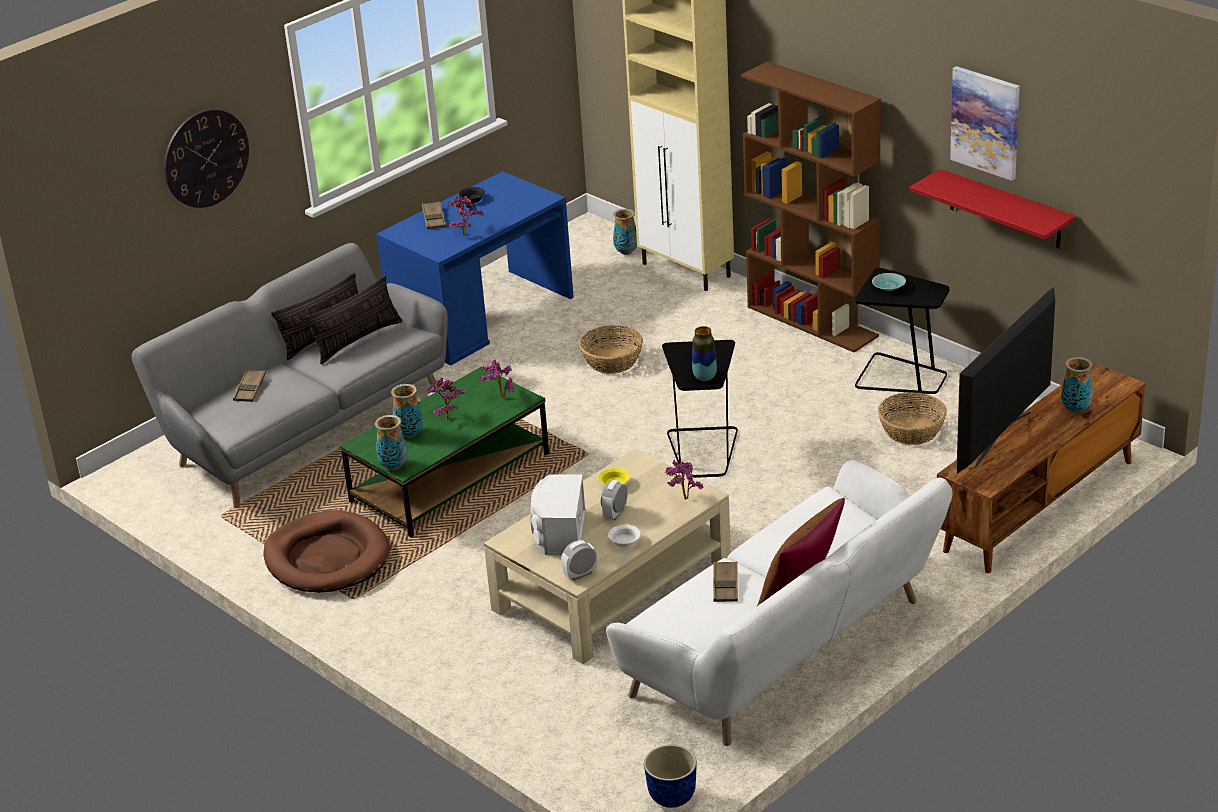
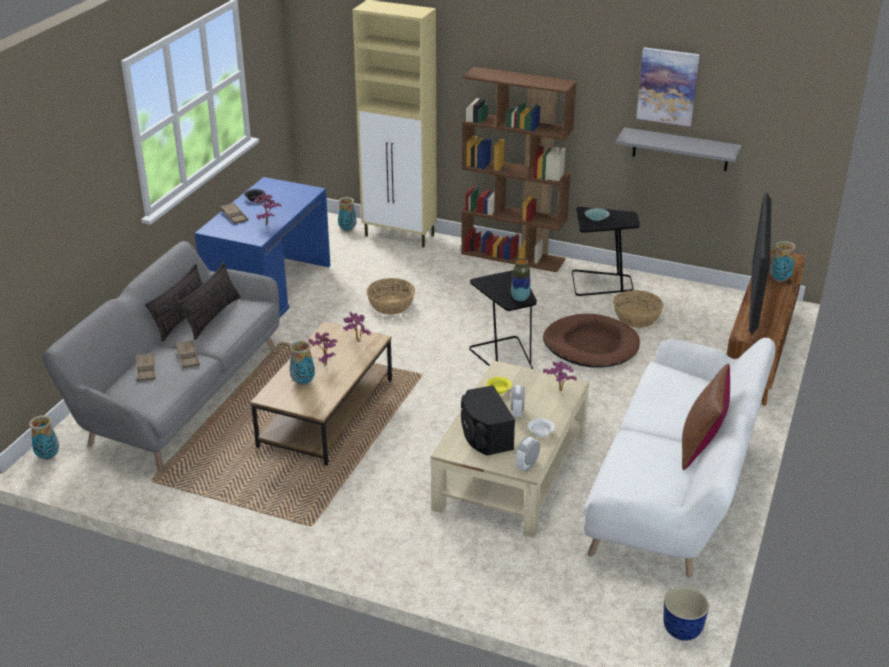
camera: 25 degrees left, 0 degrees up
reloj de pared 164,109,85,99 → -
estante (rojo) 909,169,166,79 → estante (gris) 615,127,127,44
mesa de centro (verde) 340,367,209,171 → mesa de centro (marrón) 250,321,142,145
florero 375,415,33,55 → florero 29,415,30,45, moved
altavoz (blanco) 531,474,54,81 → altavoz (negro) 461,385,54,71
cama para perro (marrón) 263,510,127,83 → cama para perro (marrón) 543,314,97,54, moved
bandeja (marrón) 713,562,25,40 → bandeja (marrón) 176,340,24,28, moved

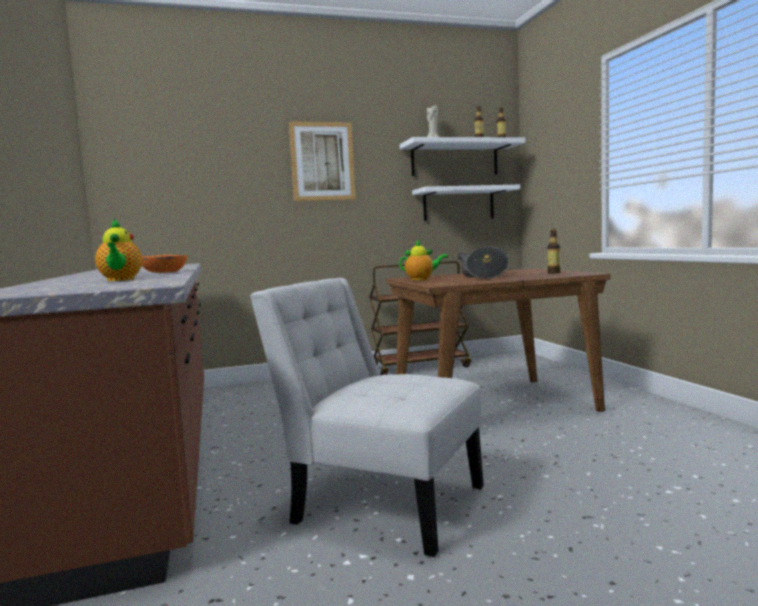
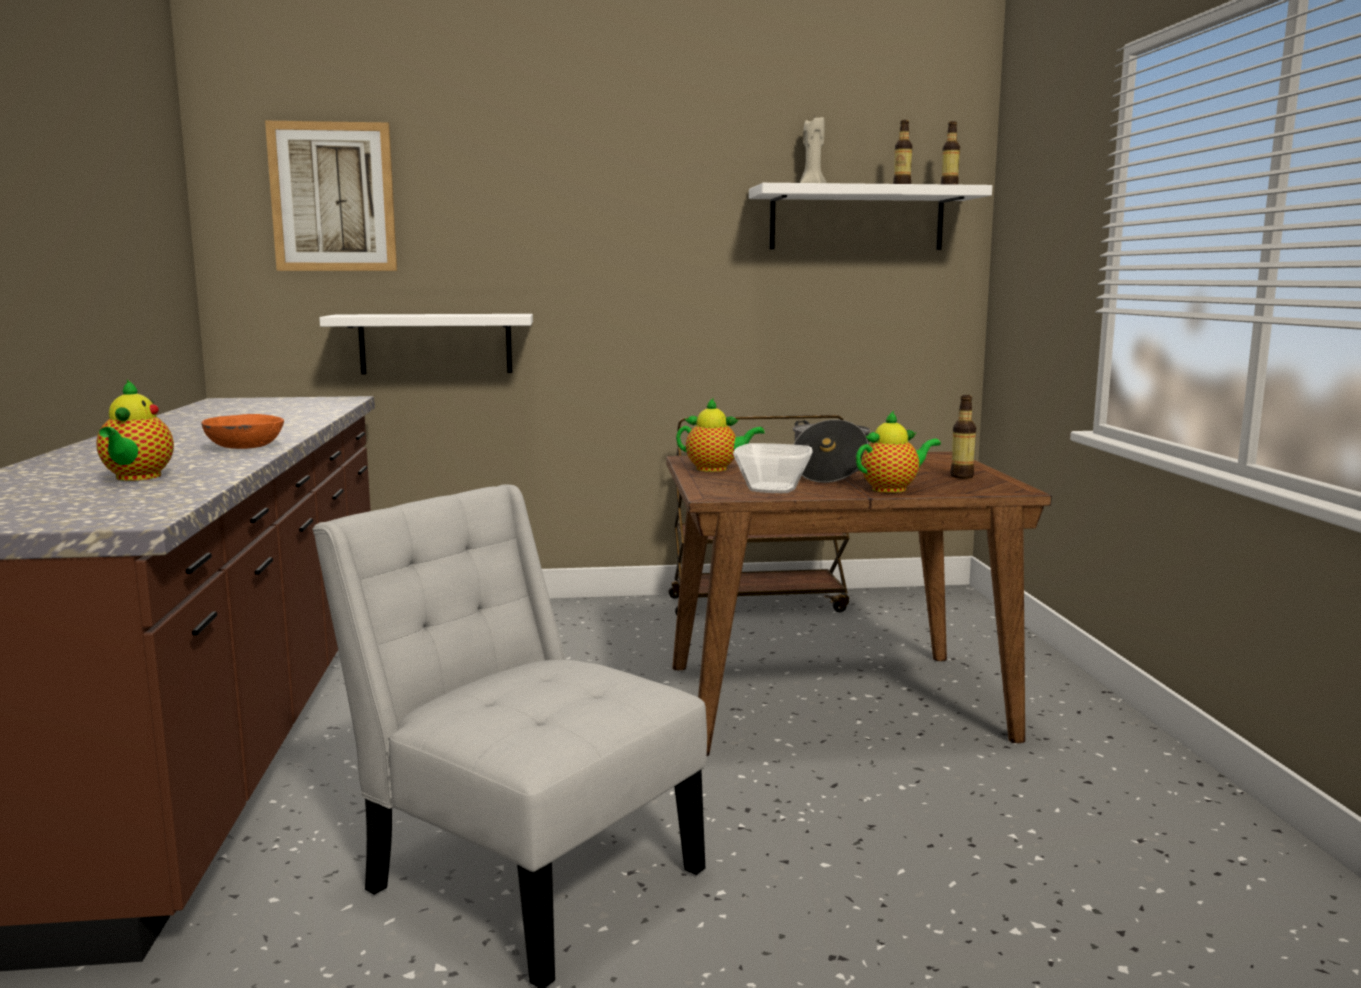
camera: 10 degrees right, 5 degrees up
cuadro 289,121,67,80 → cuadro 265,121,132,150, moved
estante (blanco) 412,185,108,36 → estante (blanco) 319,314,214,61, moved
- → tetera 856,411,85,82
- → cuenco 733,443,80,50

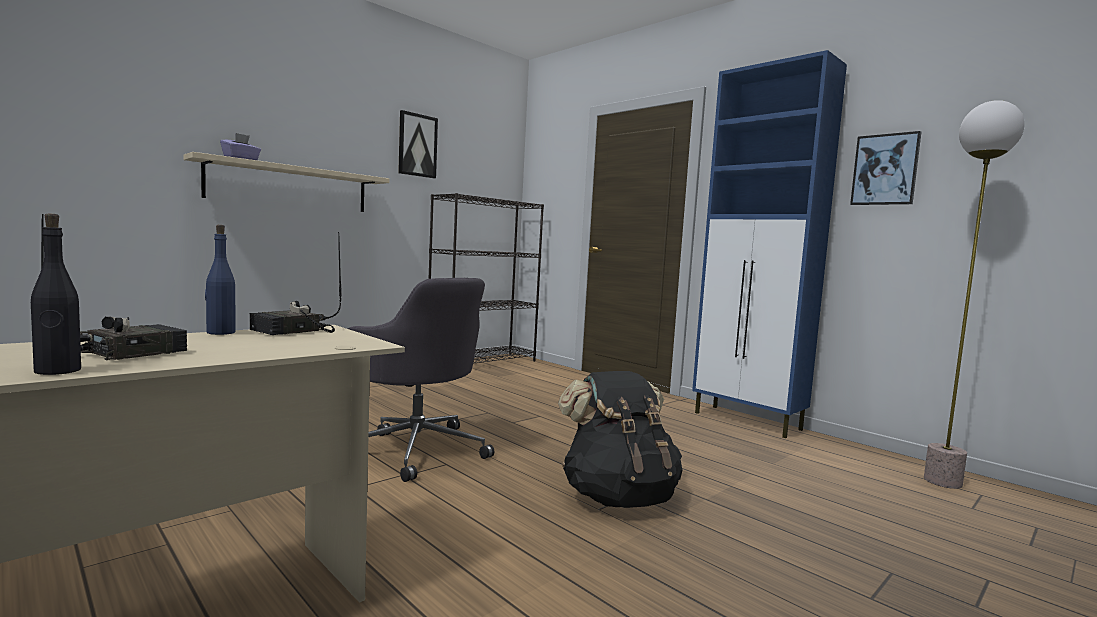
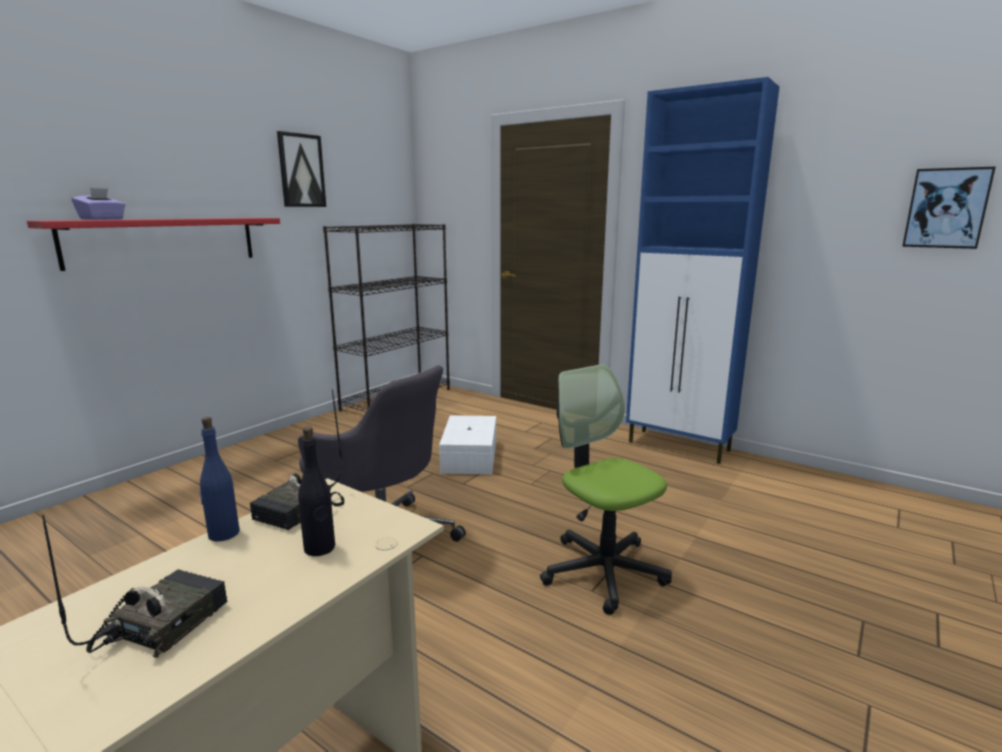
camera: 10 degrees left, 10 degrees up
lámpara de pie 924,100,101,389 → -
cuadro 850,131,71,74 → cuadro 902,167,94,82, moved
estante (beis) 183,152,207,60 → estante (rojo) 27,218,253,53
botella (negro) 31,213,50,162 → botella (negro) 298,427,37,129, moved
mochila (negro) 558,371,124,137 → silla de oficina 540,364,132,251
- → caja de almacenaje (blanco) 439,415,57,59

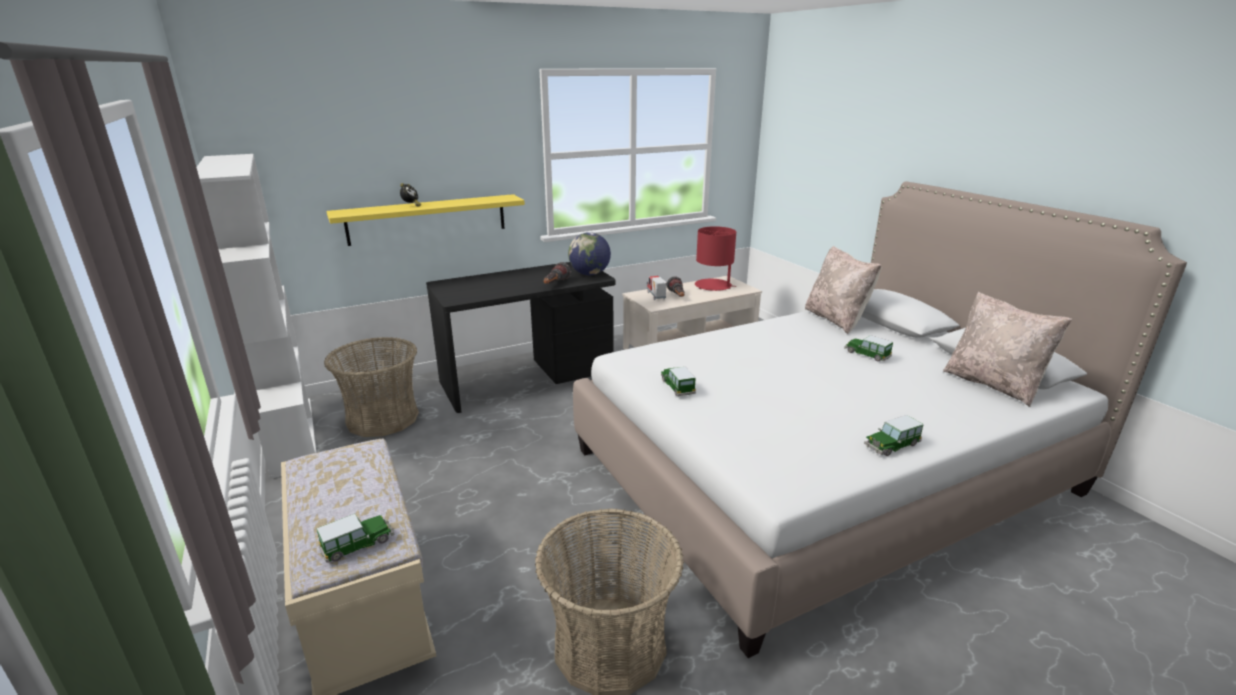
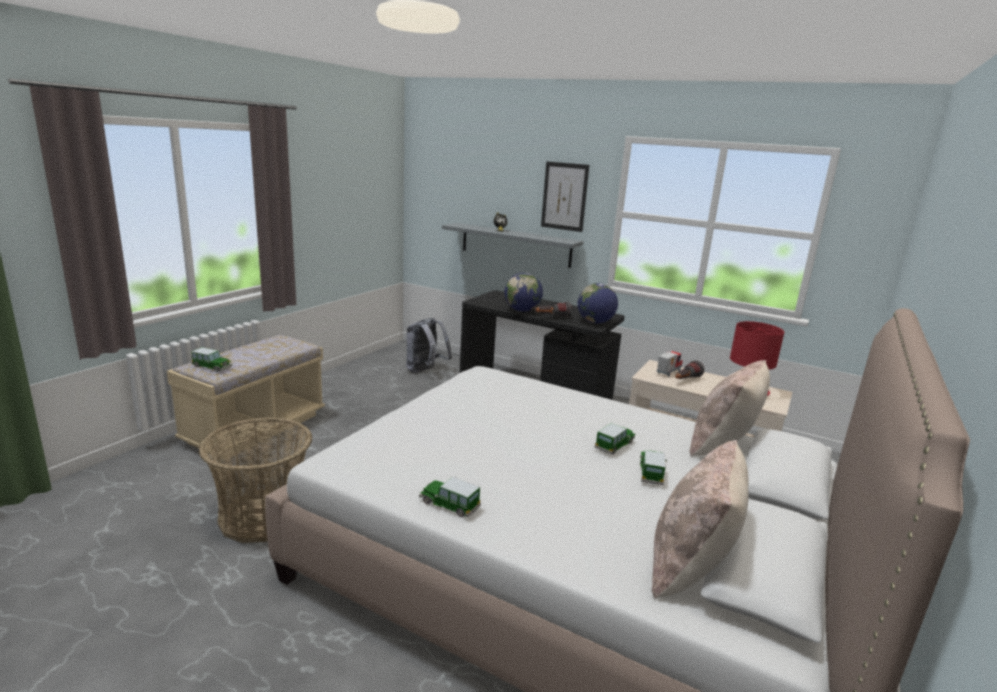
camera: 55 degrees right, 5 degrees down
estantería (blanco) 196,154,121,325 → -
estante (amarillo) 326,194,199,52 → estante (gris) 442,223,142,45
cesta 324,337,95,100 → mochila (gris) 406,318,46,55
coche de juguete 661,367,35,29 → coche de juguete 594,423,41,31, moved
- → cuadro 541,161,48,71
- → globo terráqueo 504,273,39,39

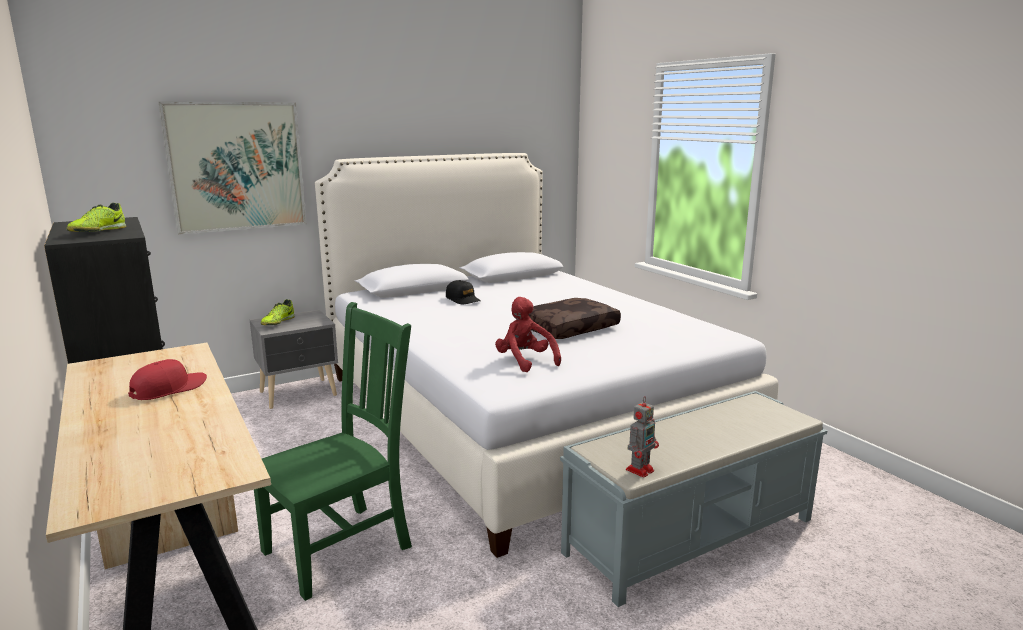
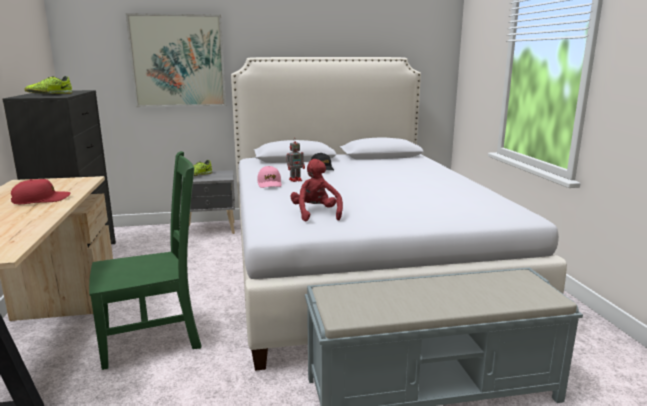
camera: 20 degrees right, 0 degrees up
cojín (marrón) 528,298,93,41 → -
robot de juguete 626,396,33,82 → robot de juguete 287,138,18,44, moved
- → gorra (rosa) 257,166,25,22

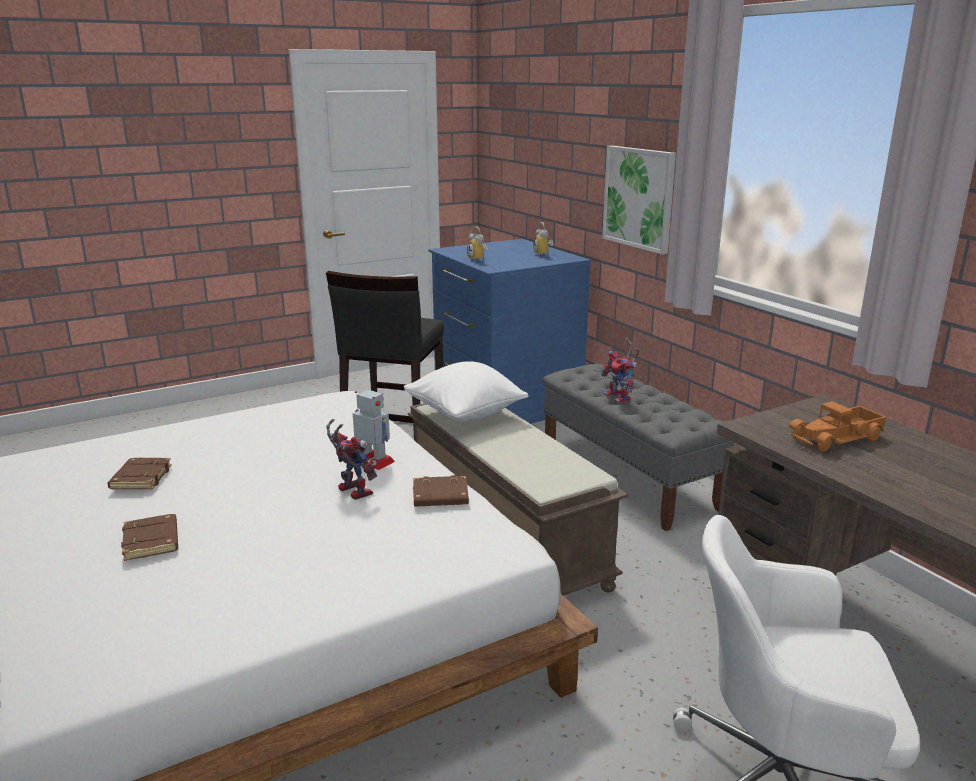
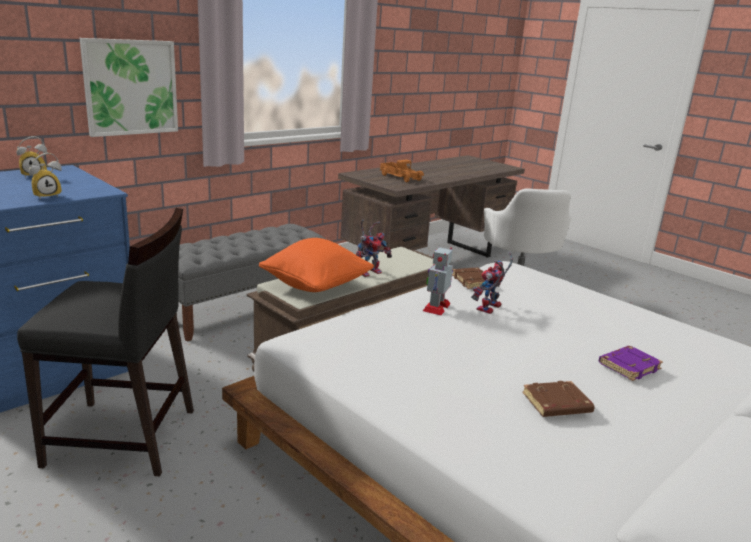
camera: 105 degrees left, 0 degrees up
robot de juguete 601,338,38,65 → robot de juguete 356,220,36,57, moved
cojín (blanco) 404,361,125,60 → cojín (naranja) 259,238,115,54
libro (marrón) 121,514,57,47 → libro (morado) 599,346,64,35

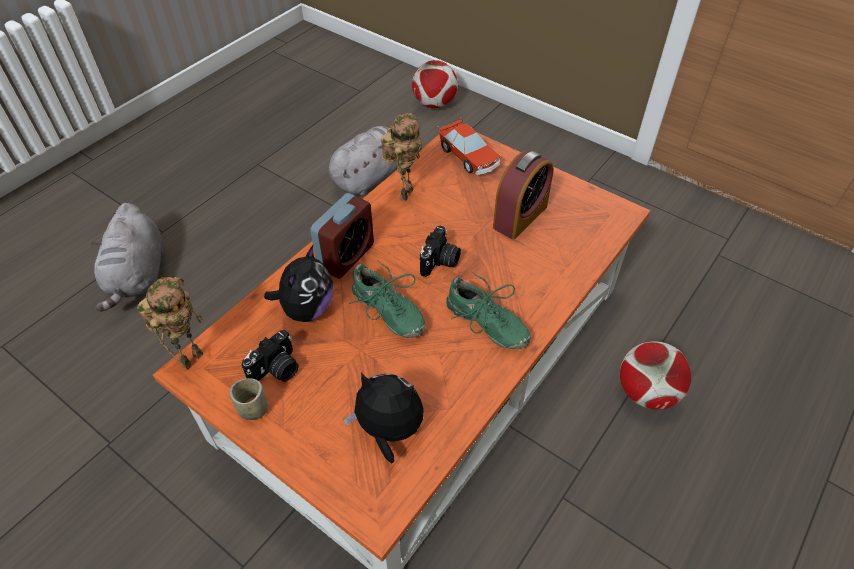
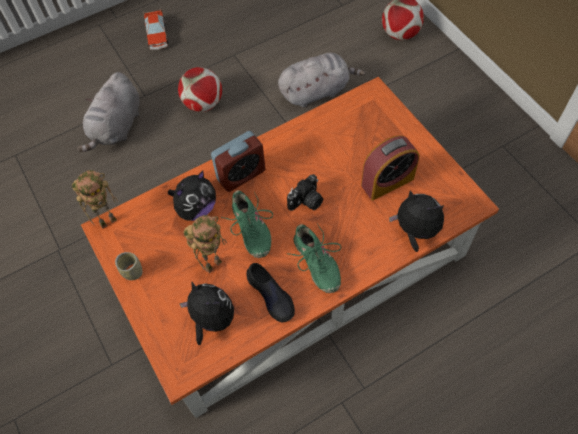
camera: 25 degrees right, 10 degrees up
robot de juguete 381,113,41,89 → robot de juguete 183,215,44,58, moved
coche de juguete 438,118,63,57 → coche de juguete 144,10,25,40, moved
cámara 241,330,58,52 → -
balón de fútbol 620,341,71,69 → balón de fútbol 178,67,44,45, moved
- → peluche 389,190,55,62
- → zapato (negro) 247,263,48,59

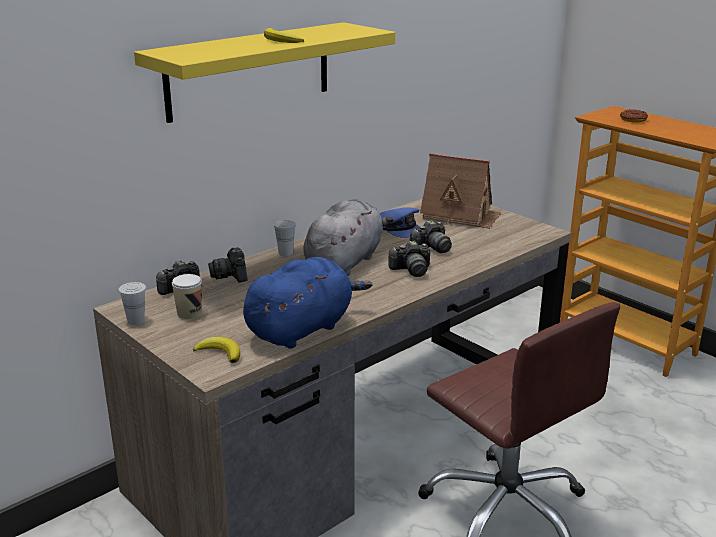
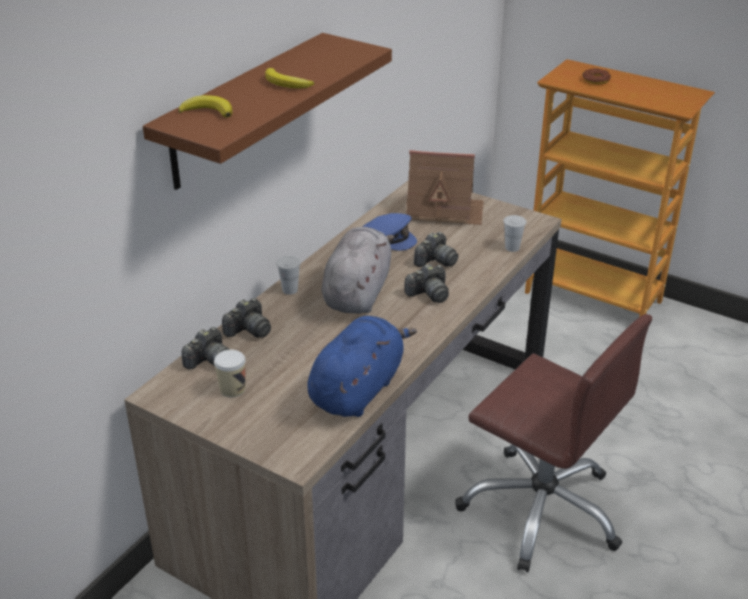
camera: 15 degrees left, 10 degrees up
estante (amarillo) 134,22,261,101 → estante (marrón) 143,33,249,157
cámara 208,247,40,36 → cámara 222,298,49,40, 105 degrees counterclockwise
taza (blanco) 118,282,28,43 → taza (blanco) 503,215,23,37, moved
plátano 193,337,47,26 → plátano 178,95,55,23, moved

